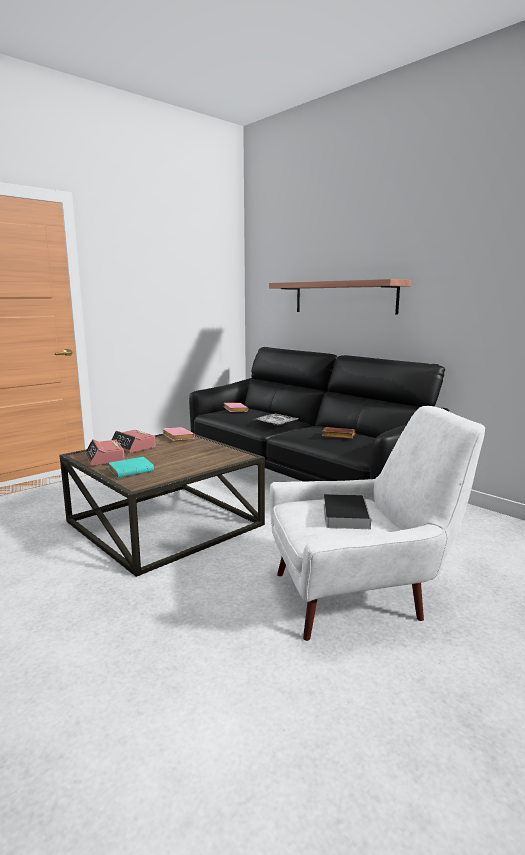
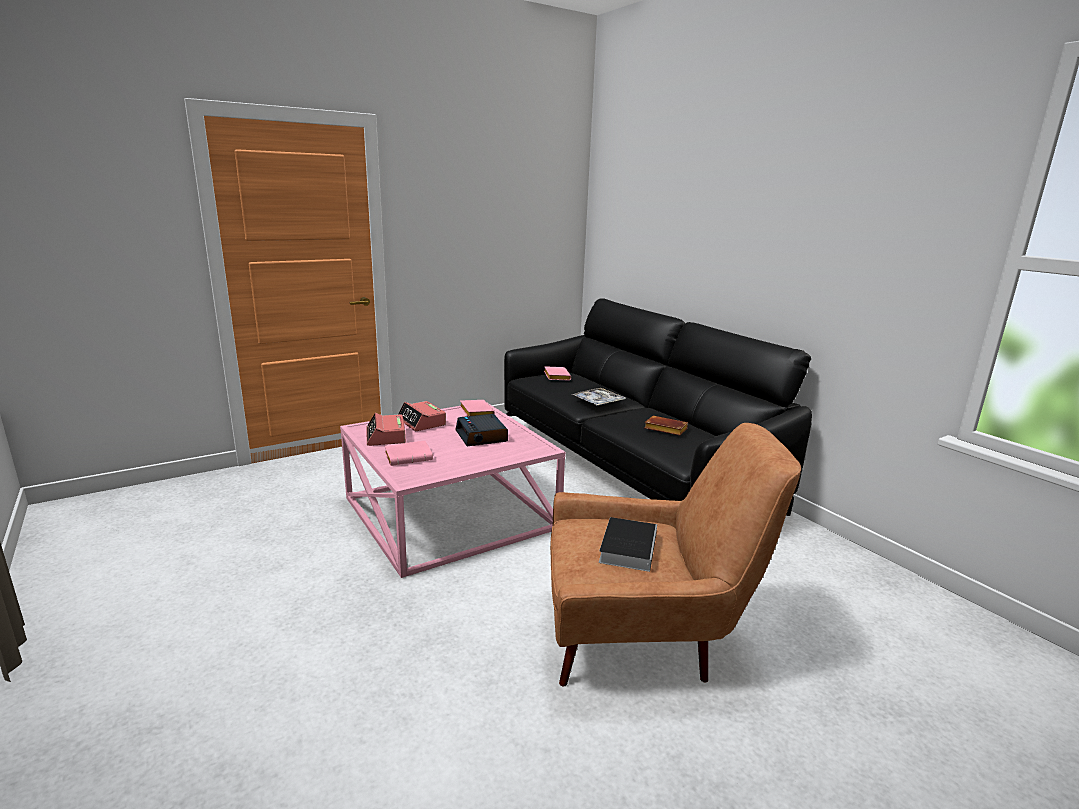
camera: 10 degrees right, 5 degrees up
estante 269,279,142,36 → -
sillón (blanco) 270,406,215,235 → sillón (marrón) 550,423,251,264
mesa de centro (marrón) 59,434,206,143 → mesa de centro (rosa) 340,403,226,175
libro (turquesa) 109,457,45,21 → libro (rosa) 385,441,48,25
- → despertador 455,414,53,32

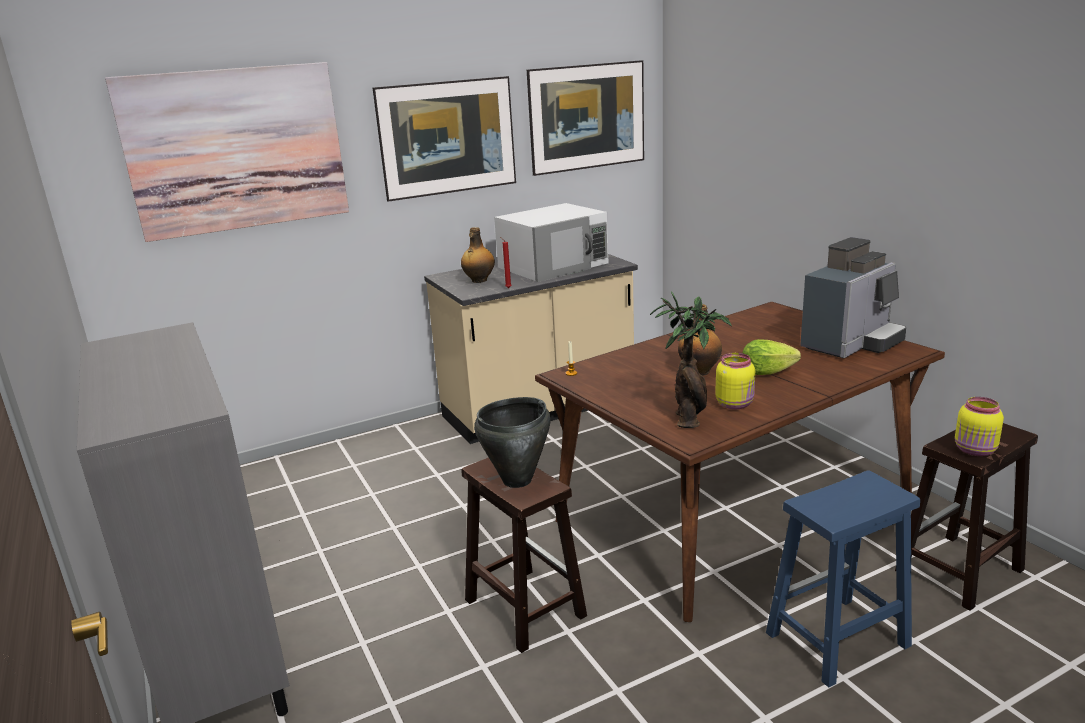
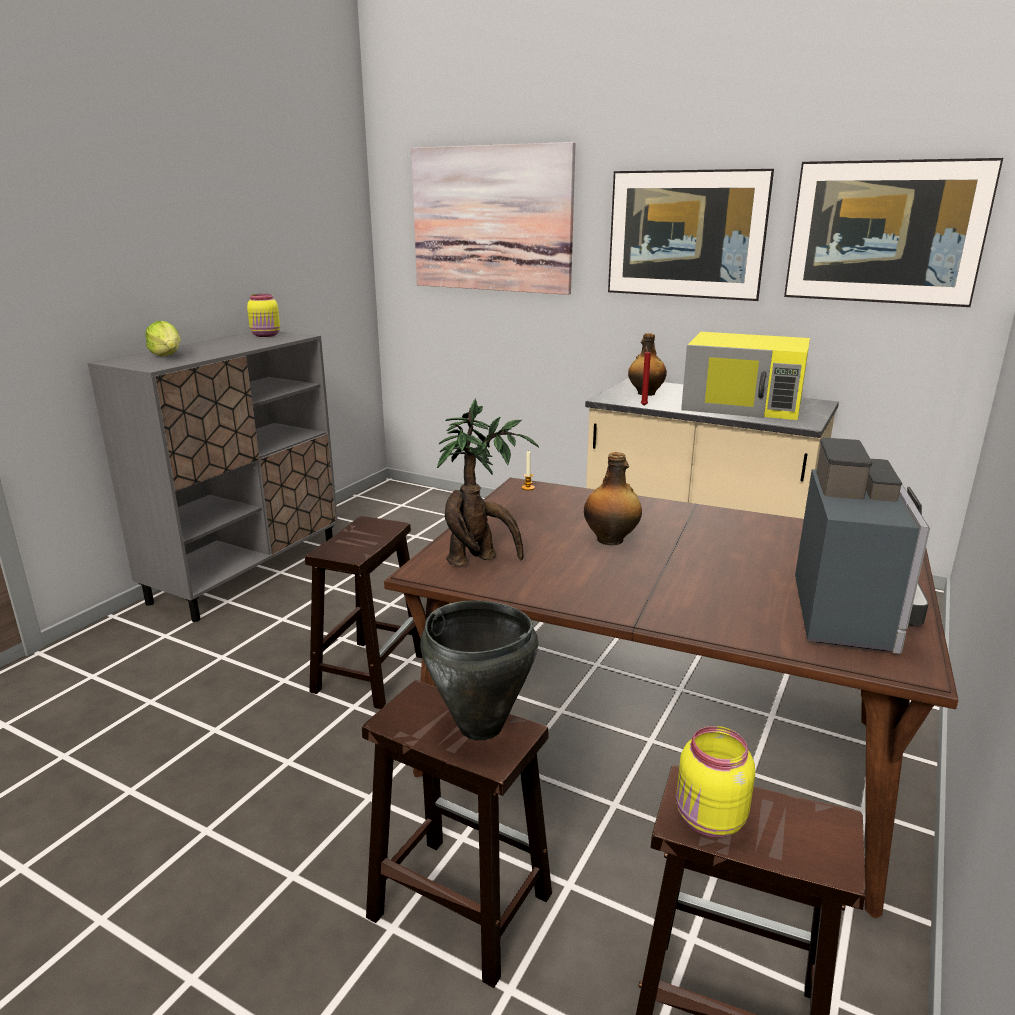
camera: 55 degrees right, 0 degrees up
microondas (blanco) 494,203,114,79 → microondas (amarillo) 681,332,129,88
cafetera 800,237,106,121 → cafetera 795,438,135,216, 90 degrees counterclockwise
lechuga 743,339,58,36 → lechuga 145,321,36,35, moved
tarro (amarillo) 715,353,40,56 → tarro (amarillo) 247,294,33,43, moved
olla (negro) 474,397,77,91 → olla (negro) 420,600,118,140, moved
taburete (azul) 766,470,154,218 → taburete (marrón) 362,680,190,308

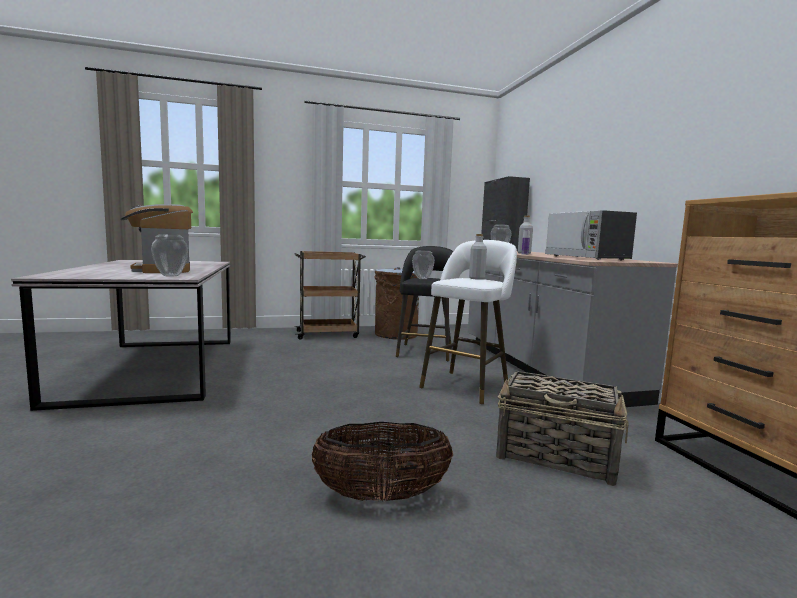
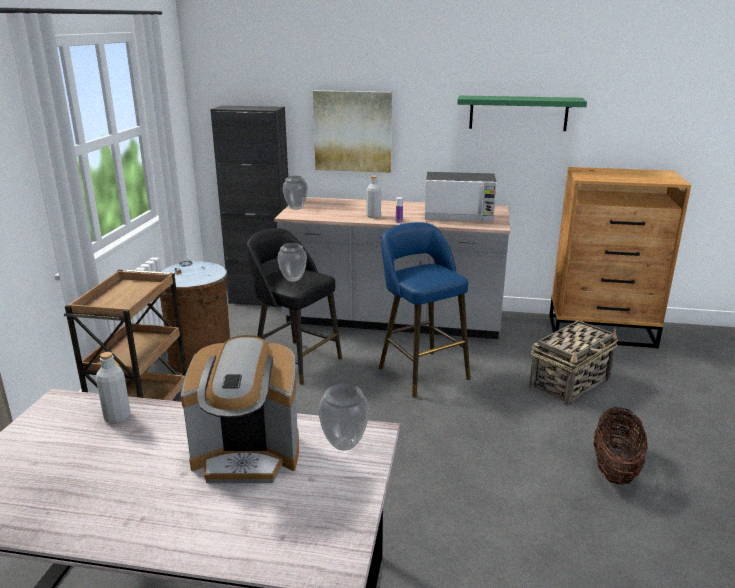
camera: 65 degrees left, 15 degrees up
botella (gris) 469,234,18,46 → botella (gris) 96,352,35,72, moved
taburete (blanco) 419,240,98,164 → taburete (azul) 379,222,92,176
- → cuadro 313,91,79,82
- → estante (verde) 457,95,130,36

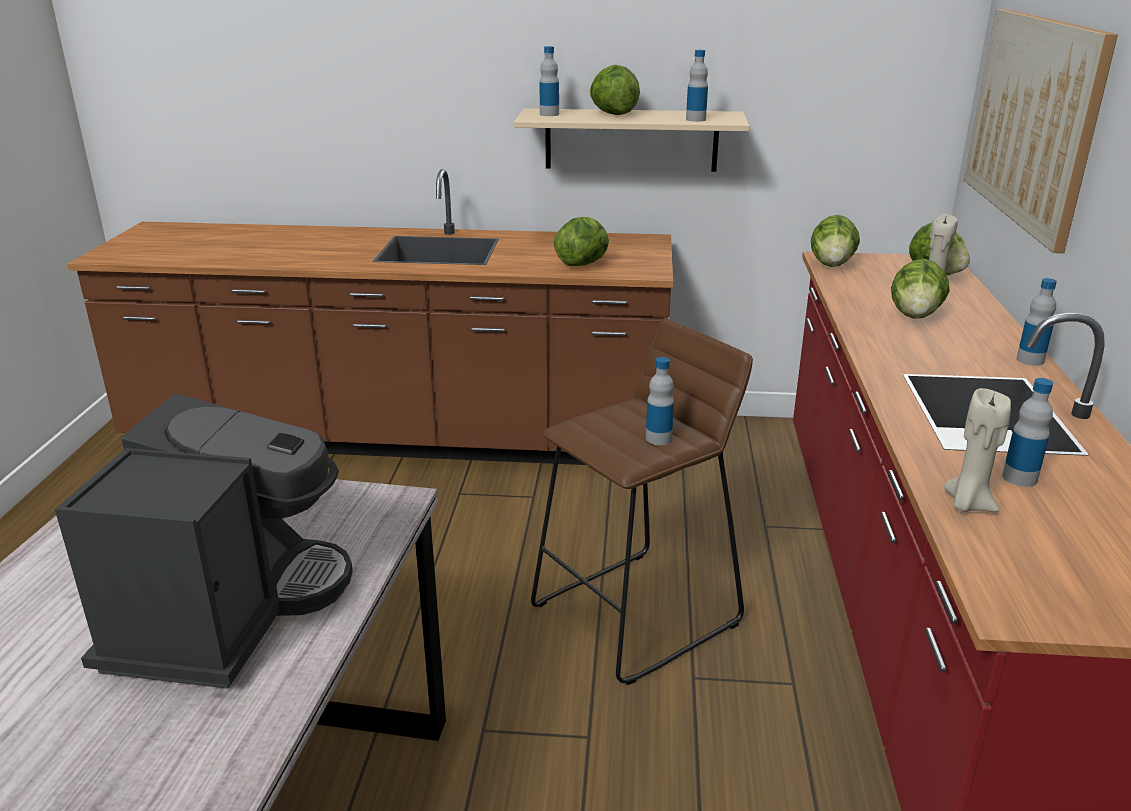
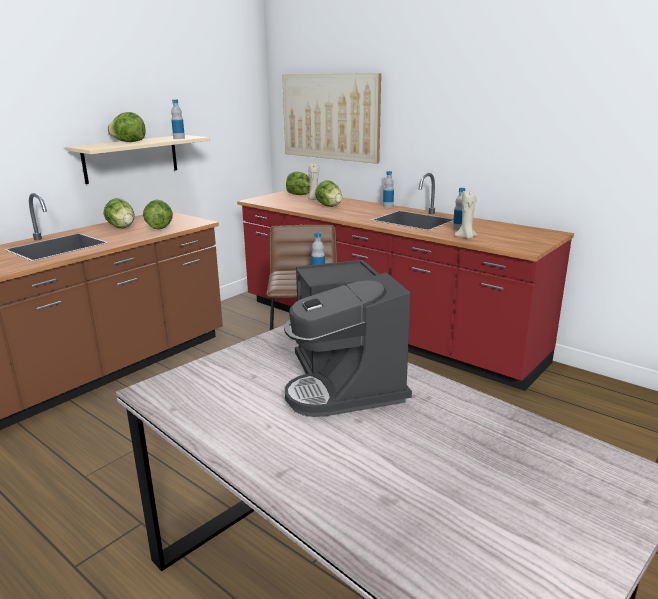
camera: 55 degrees left, 5 degrees down
botella 539,46,20,70 → -
lechuga 811,215,49,52 → lechuga 104,198,31,31, moved
cafetera 55,393,298,296 → cafetera 284,260,128,157, 150 degrees counterclockwise

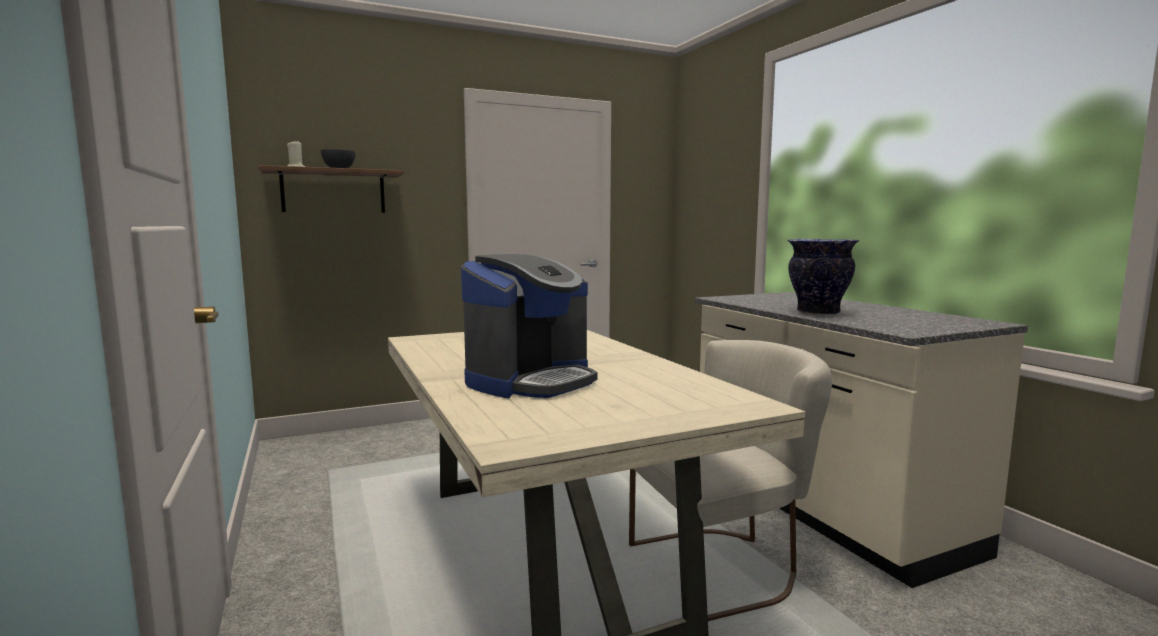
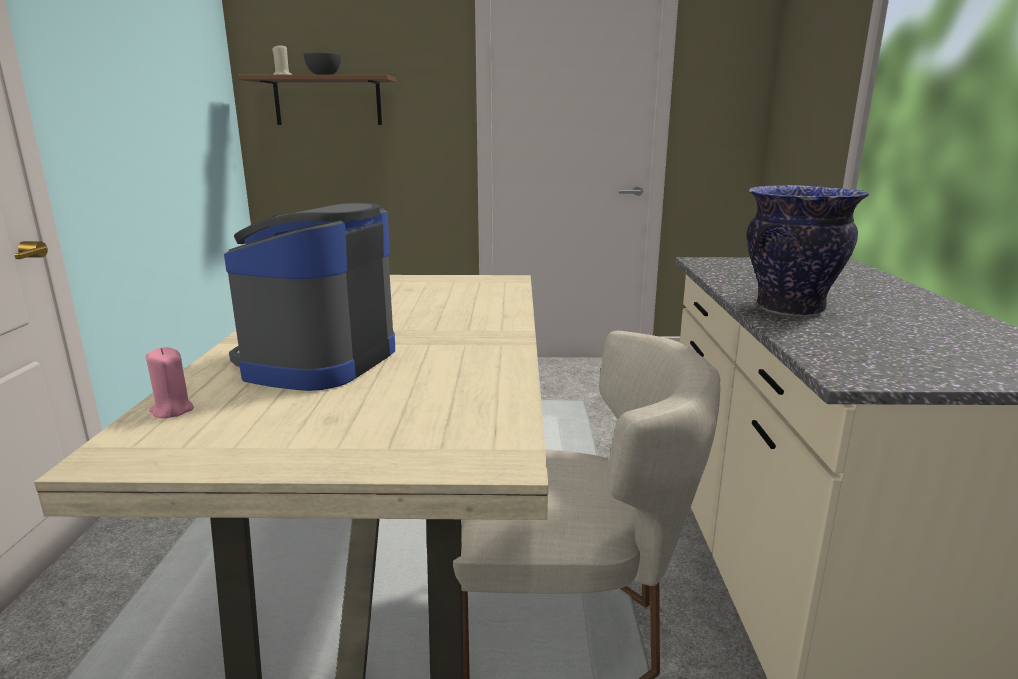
camera: 25 degrees right, 10 degrees up
cafetera 461,254,136,144 → cafetera 224,203,171,188, 135 degrees clockwise
- → vela (rosa) 146,347,48,71

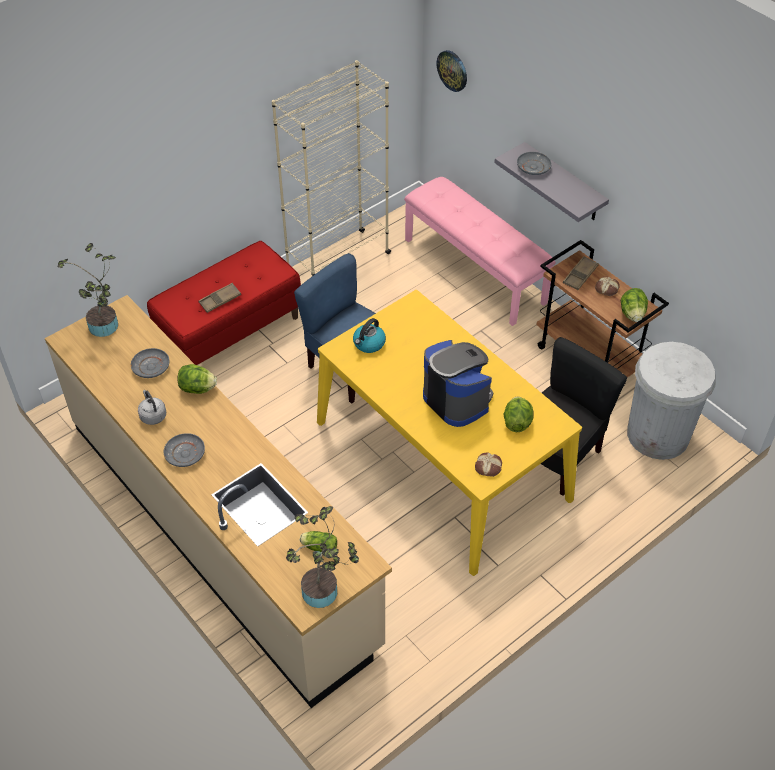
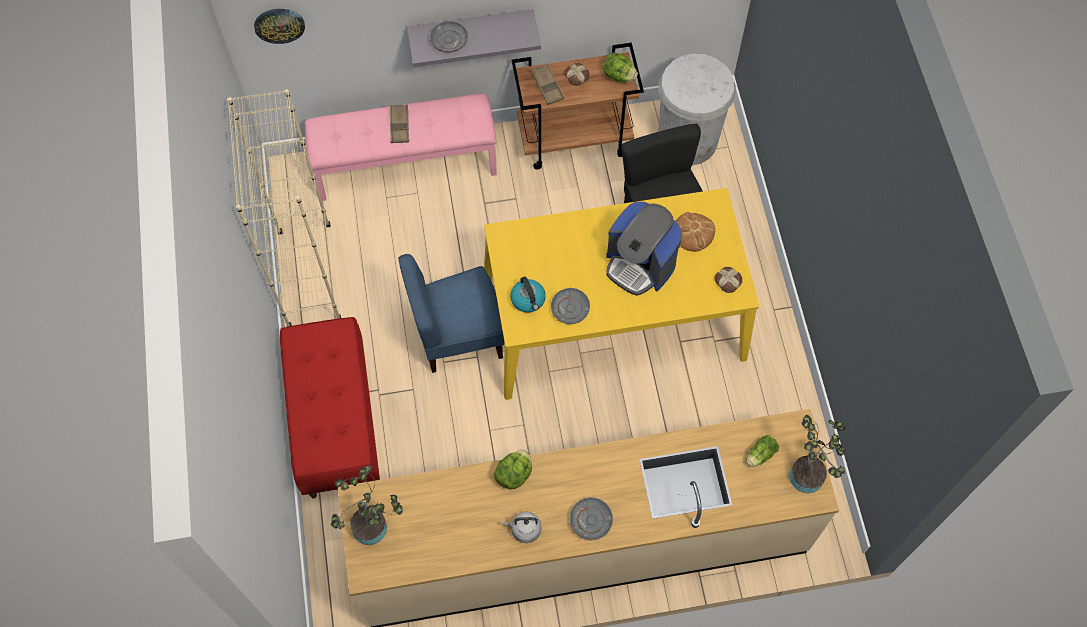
camera: 60 degrees left, 15 degrees up
bandeja (marrón) 199,283,42,30 → bandeja (marrón) 390,104,19,39, moved
cafetera 423,340,70,87 → cafetera 606,202,76,94, 135 degrees counterclockwise
plato (gris) 131,348,39,30 → plato (gris) 551,288,39,36, moved
lechuga 504,397,30,35 → pan 676,212,39,40

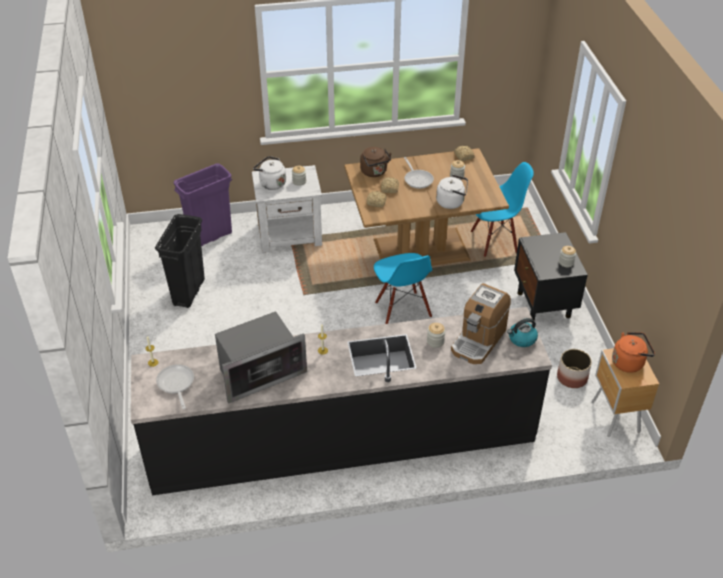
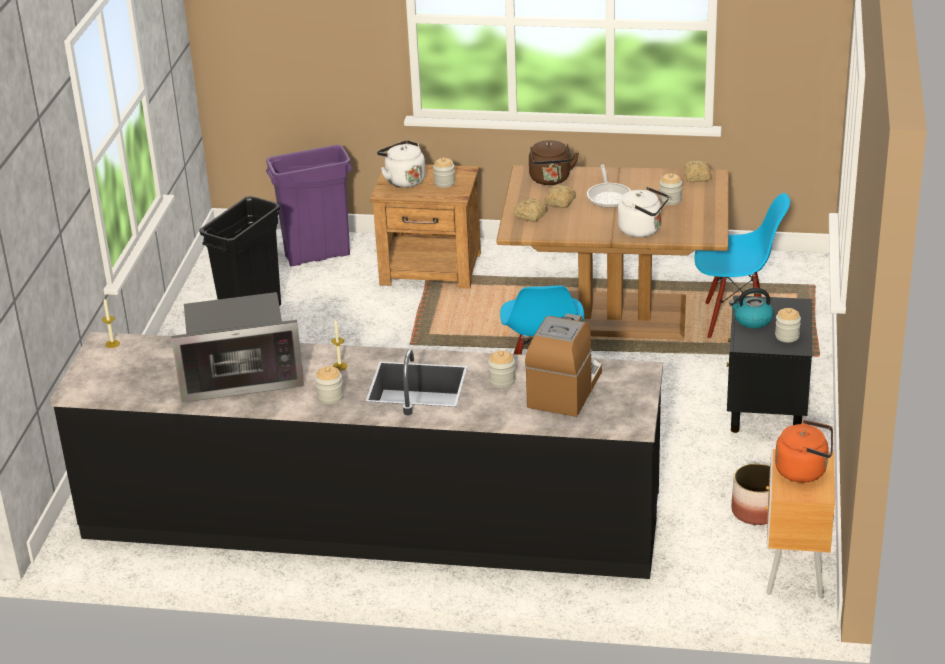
camera: 20 degrees right, 10 degrees down
mesita de noche (blanco) 252,165,70,88 → mesita de noche (marrón) 370,164,111,125
cafetera 451,283,60,81 → cafetera 525,313,77,104, 150 degrees clockwise
hervidor 507,318,31,29 → hervidor 729,288,45,40, moved
sartén 156,364,38,45 → -
- → tarro 315,366,29,38

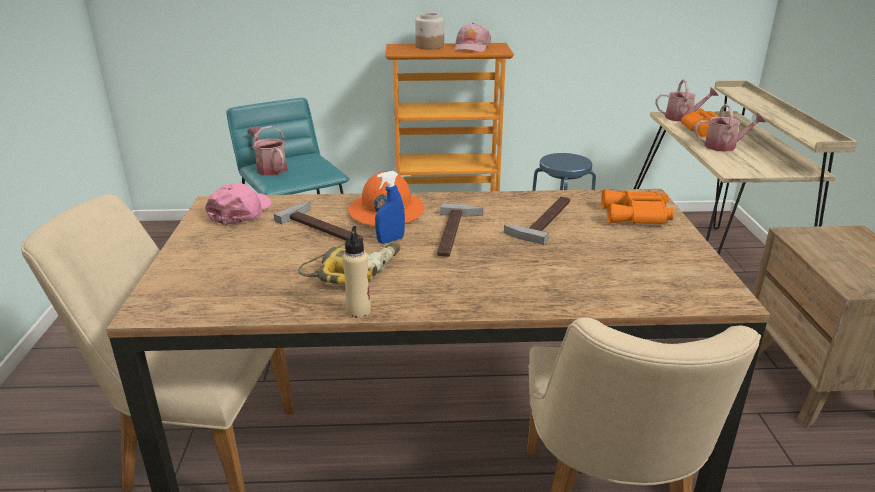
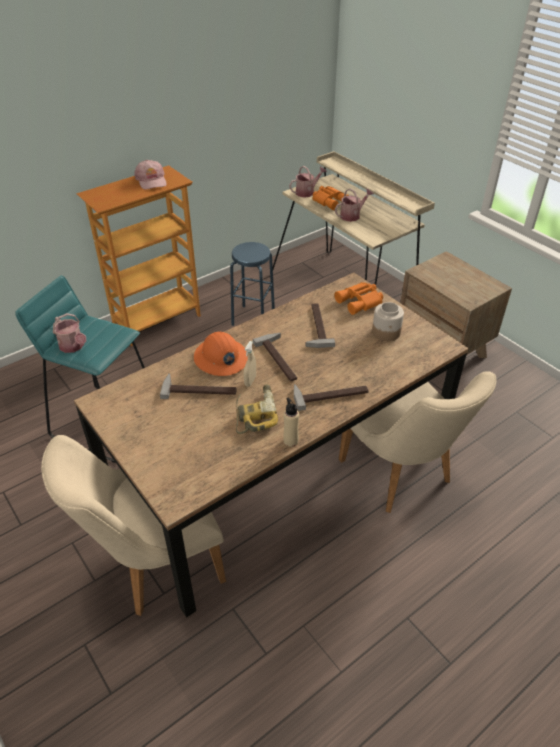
camera: 35 degrees left, 15 degrees up
tarro 415,13,29,36 → tarro 372,302,32,39, moved
regadera 247,126,41,50 → regadera 53,313,33,40, 150 degrees counterclockwise
pulverizador (azul) 375,171,30,73 → pulverizador (beis) 244,341,12,46
gorra (rosa) 205,183,67,42 → -
- → martillo 294,384,75,27

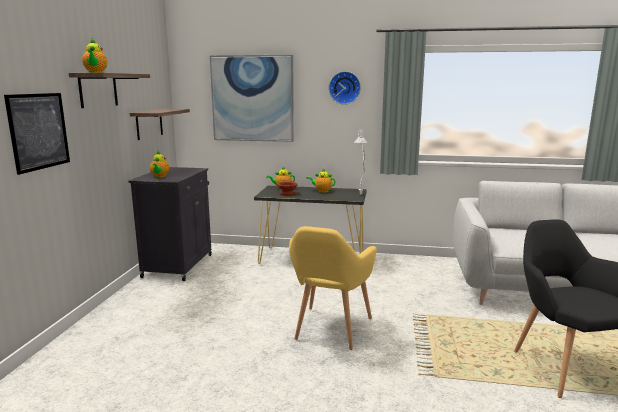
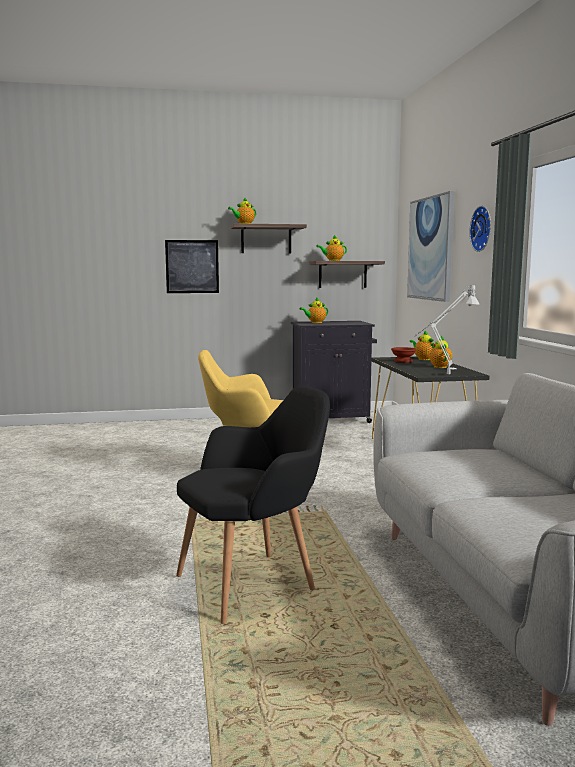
camera: 70 degrees right, 5 degrees down
- → tetera 316,235,31,26

